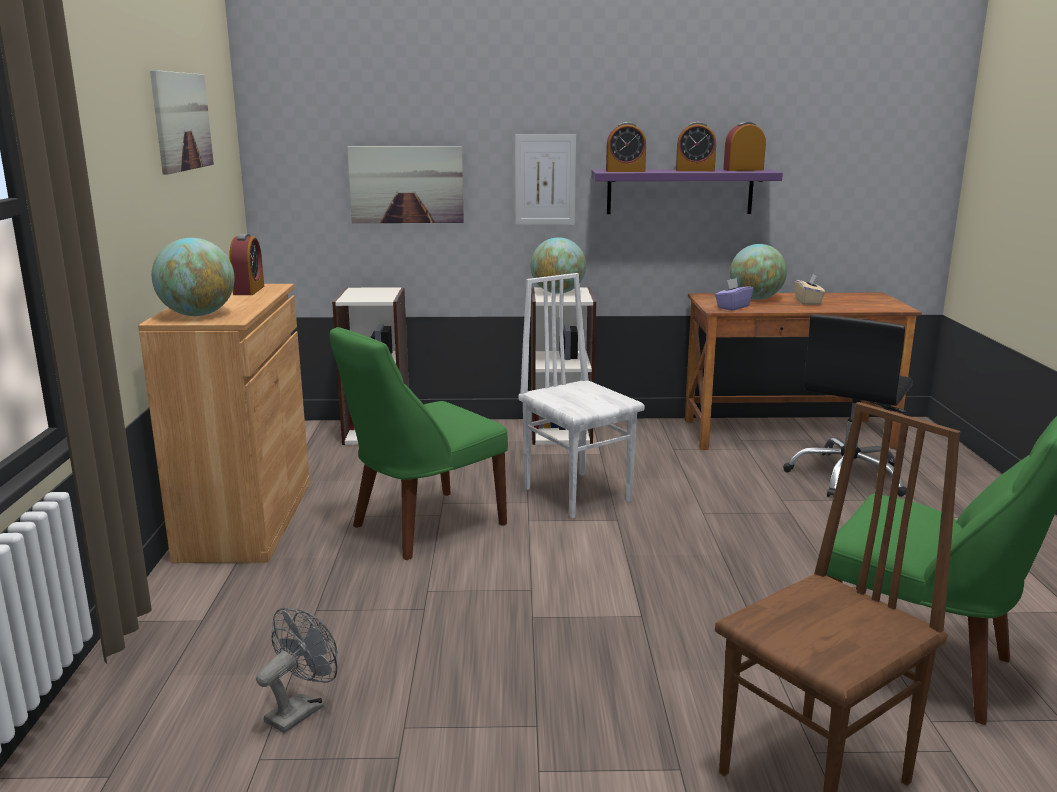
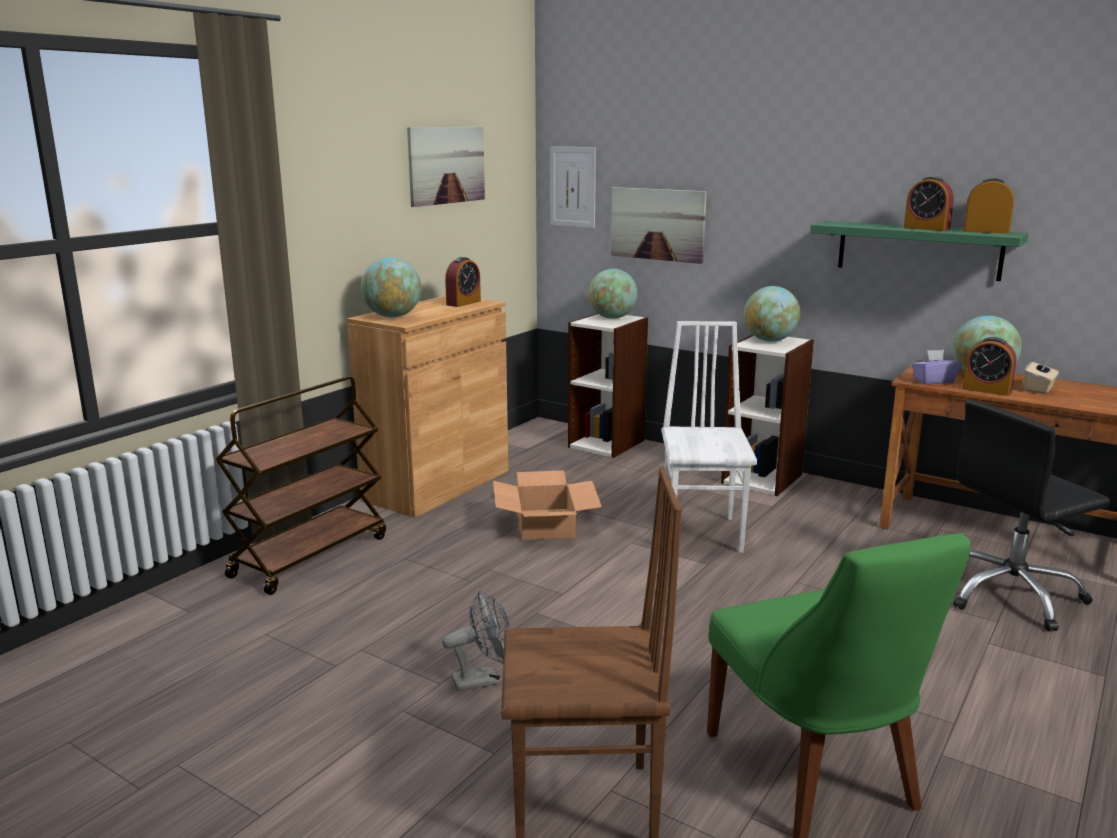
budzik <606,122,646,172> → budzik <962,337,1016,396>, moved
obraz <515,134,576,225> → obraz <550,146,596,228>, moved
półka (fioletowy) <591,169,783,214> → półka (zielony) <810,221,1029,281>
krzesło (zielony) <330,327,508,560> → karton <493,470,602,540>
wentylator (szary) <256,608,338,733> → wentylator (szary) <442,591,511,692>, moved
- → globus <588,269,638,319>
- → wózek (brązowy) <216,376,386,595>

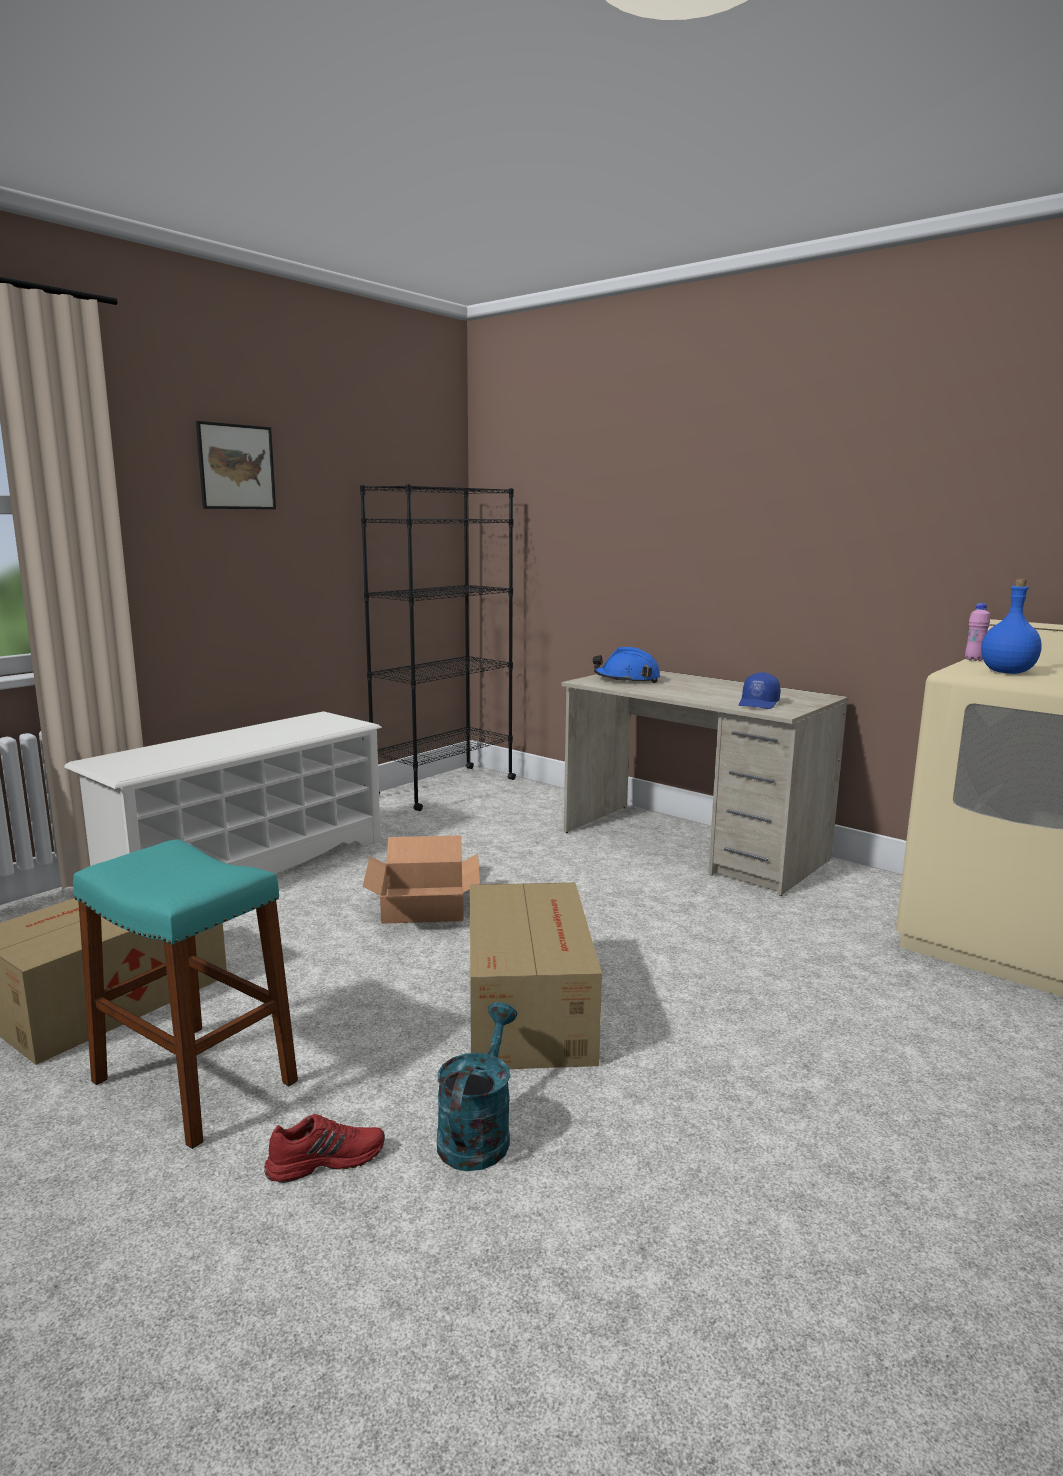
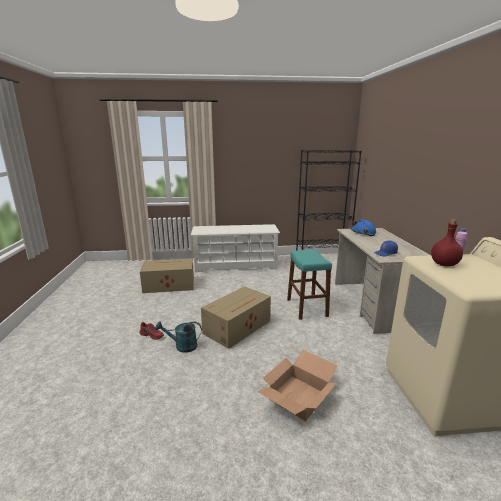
obraz <196,421,276,509> → -
butelka (niebieski) <981,579,1042,674> → butelka (czerwony) <431,219,463,266>
karton <362,835,480,924> → karton <257,350,338,421>, moved
stołek (turkusowy) <73,839,298,1149> → stołek (turkusowy) <287,250,332,320>, moved
konewka (turkusowy) <437,1002,517,1171> → konewka (turkusowy) <155,321,202,353>, 150 degrees counterclockwise

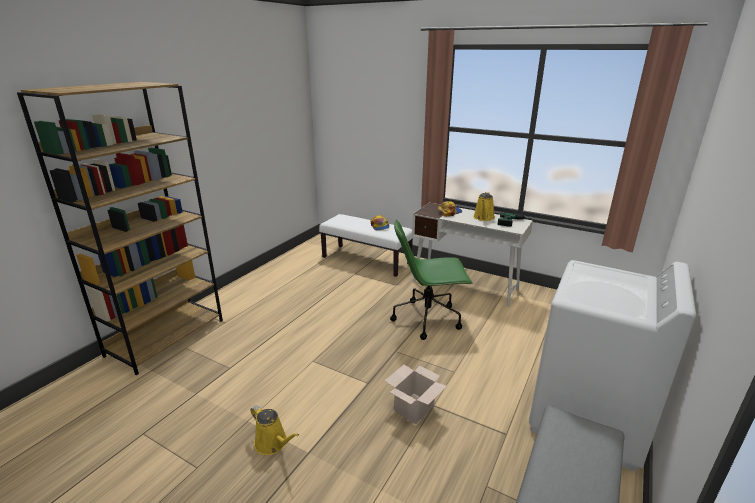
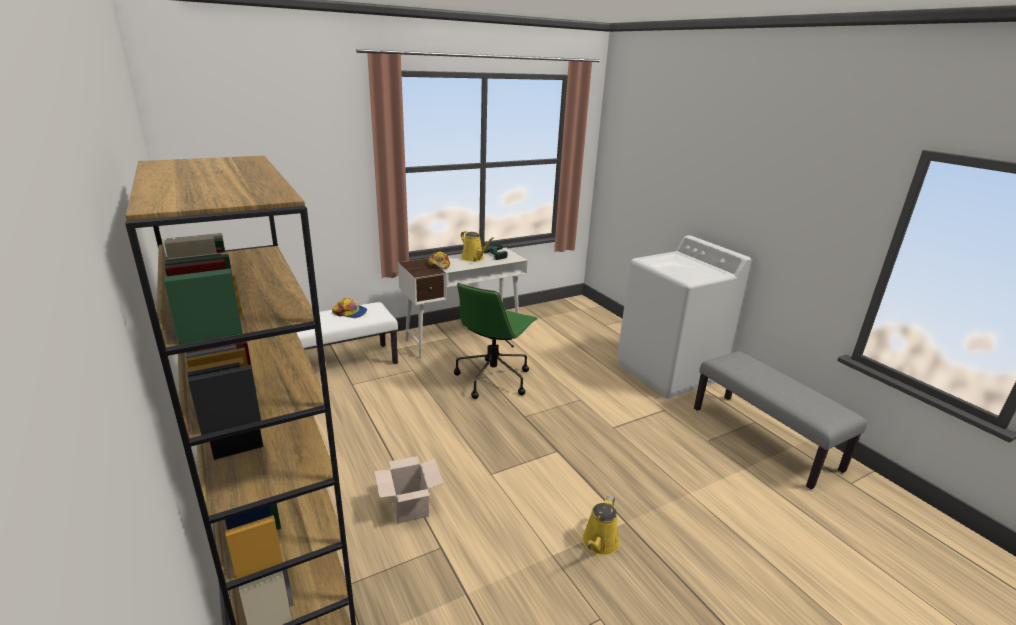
karton <385,365,447,424> → karton <375,456,443,524>, moved
konewka (żółty) <250,405,299,455> → konewka (żółty) <582,495,620,556>, 135 degrees clockwise

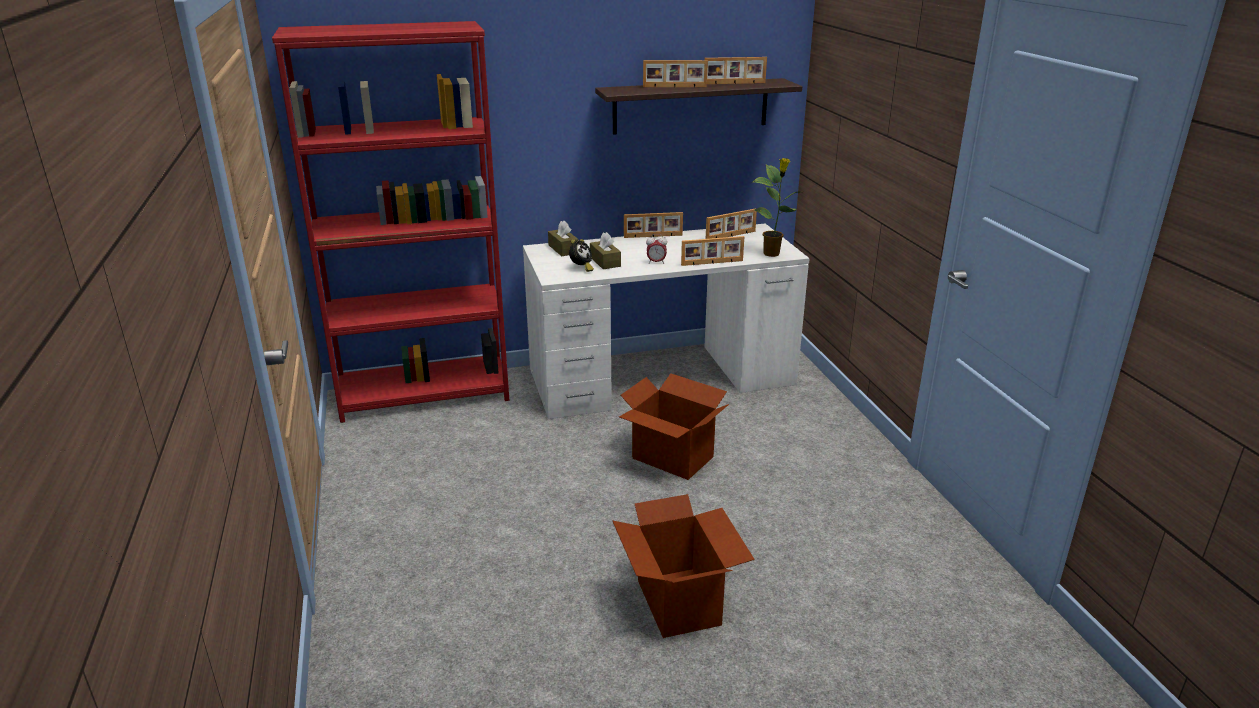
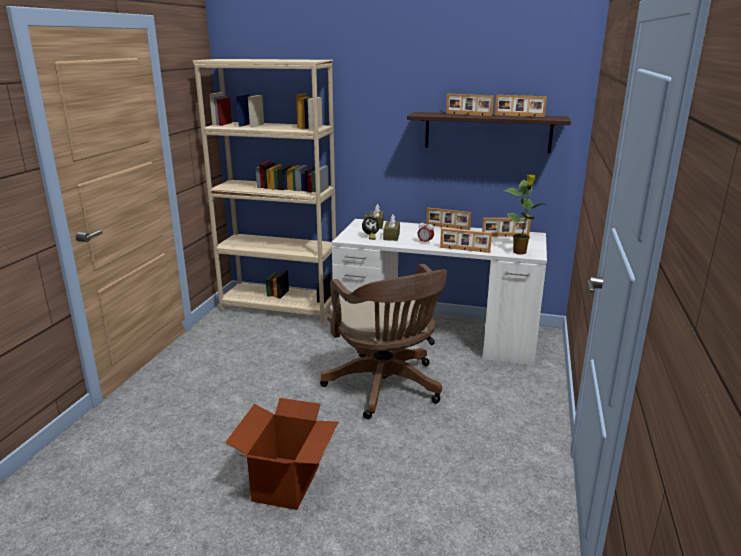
regał (czerwony) <272,21,509,423> → regał (beżowy) <193,59,336,323>
karton <619,373,729,480> → krzesło biurowe (brązowy) <320,264,447,419>

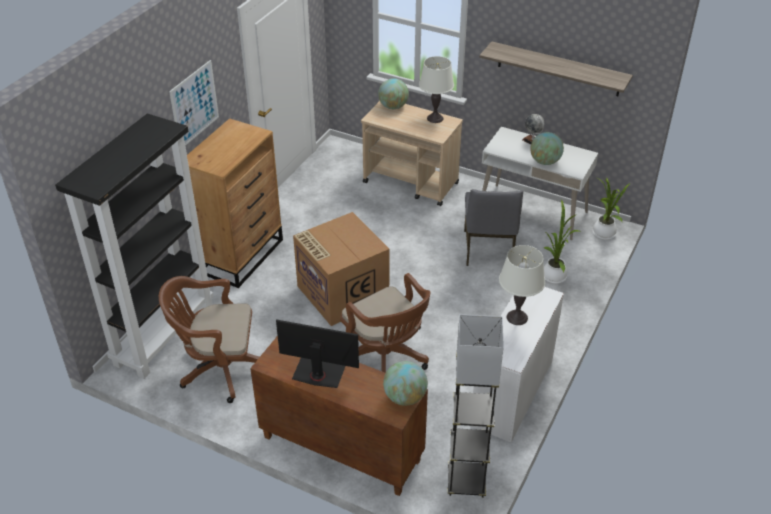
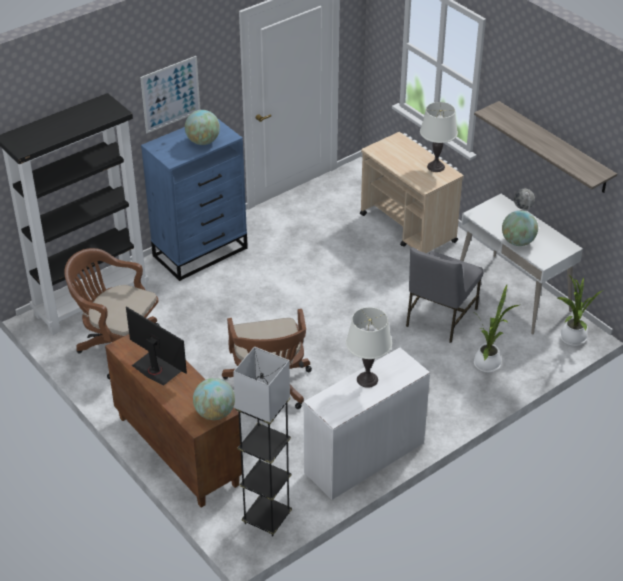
globus <378,78,409,109> → globus <185,110,220,145>, moved
komoda (brązowy) <187,118,283,288> → komoda (niebieski) <141,118,248,281>
karton <293,212,390,326> → -

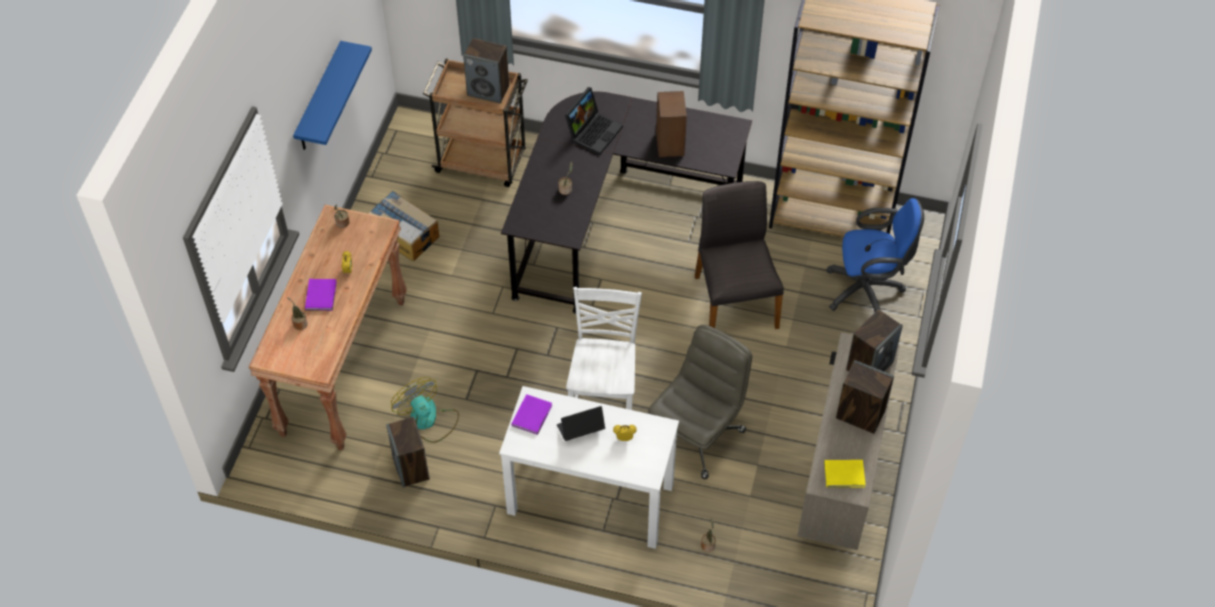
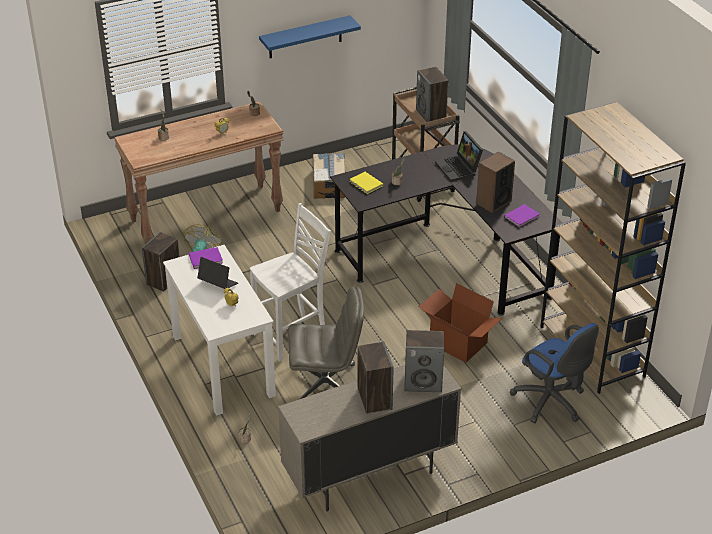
laptop <565,87,623,155> → laptop <435,131,483,182>, 75 degrees clockwise
krzesło (szary) <695,181,784,329> → karton <419,283,502,363>
książka (fioletowy) <305,279,337,311> → książka (fioletowy) <504,204,540,228>, moved
książka (żółty) <824,460,866,488> → książka (żółty) <349,172,383,194>, moved

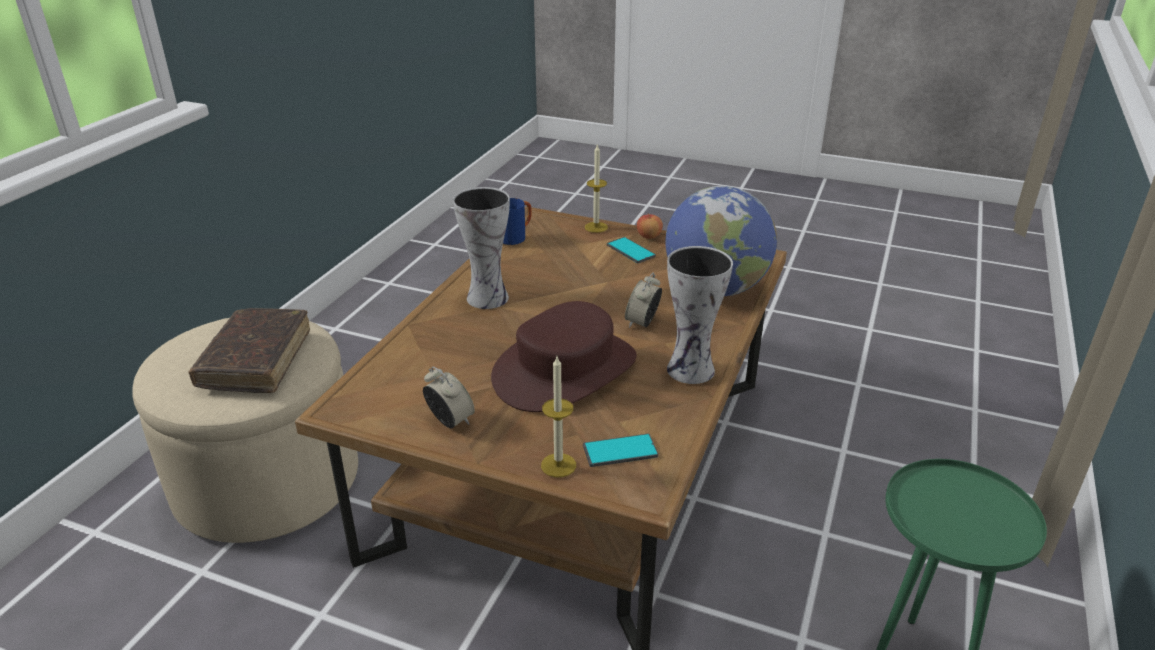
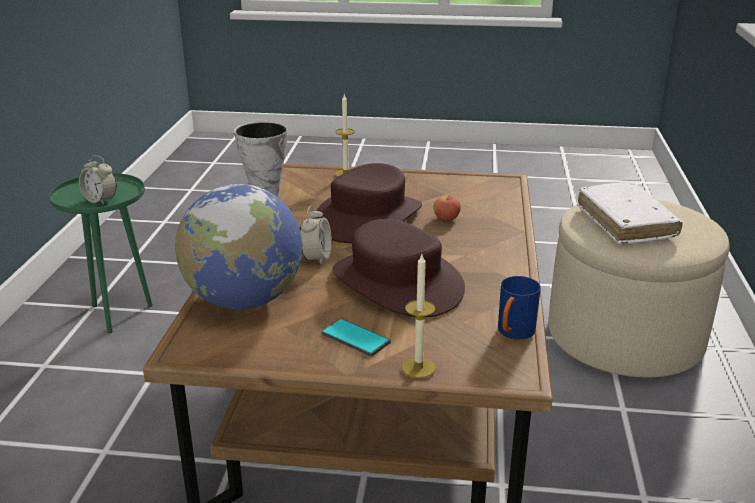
wazon <453,187,510,309> → -
jabłko <637,213,663,239> → jabłko <433,195,461,221>, moved
książka (brązowy) <189,308,310,393> → książka (biały) <577,182,683,244>
budzik <423,366,475,428> → budzik <79,155,117,205>, moved
telefon <583,434,658,467> → -
- → kapelusz (brązowy) <333,219,465,317>

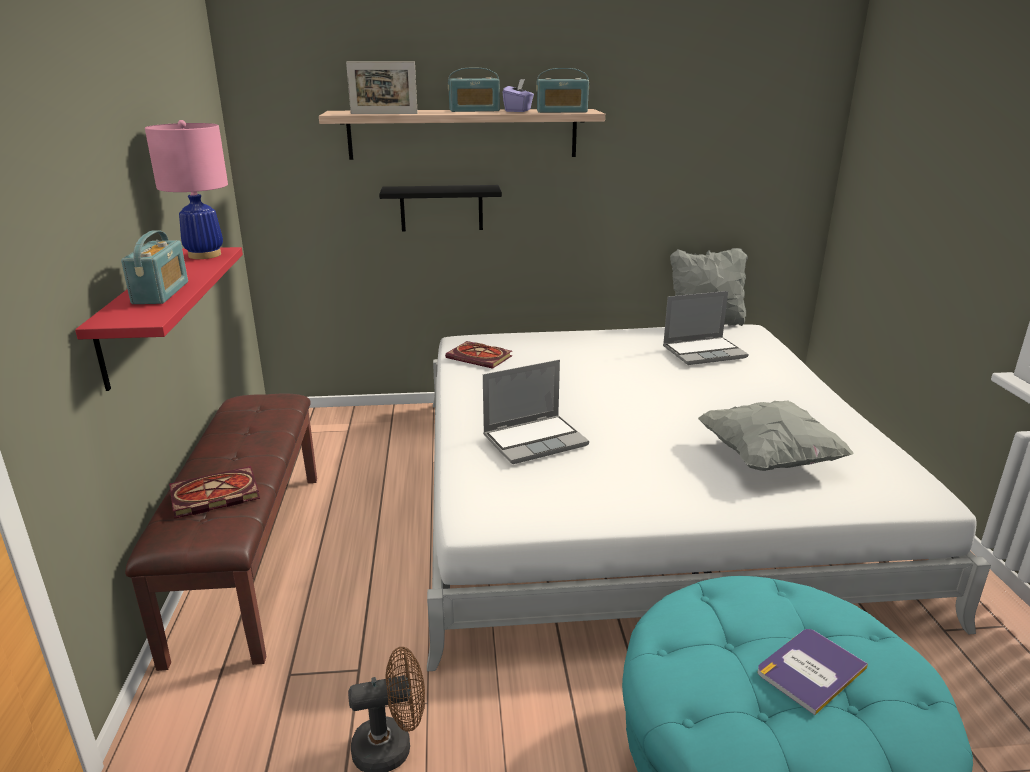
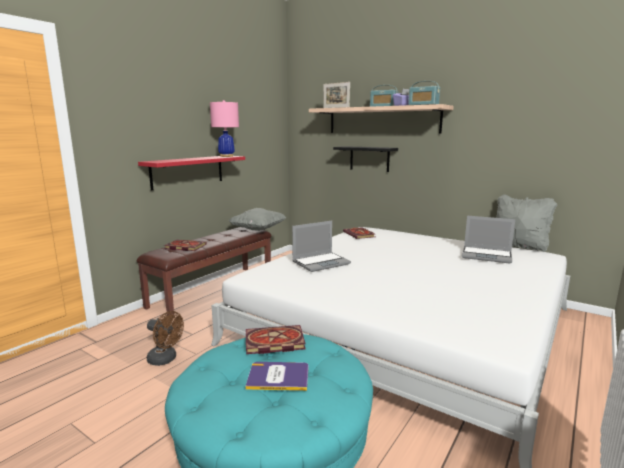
radio <121,230,188,304> → -
laptop <483,360,589,464> → laptop <292,221,351,272>, 45 degrees counterclockwise
poduszka (szary) <698,401,853,471> → poduszka (szary) <229,208,286,231>, moved
- → książka <246,325,306,354>

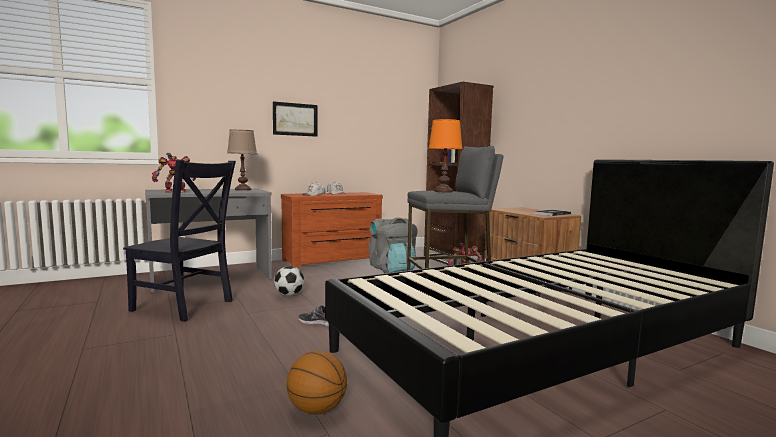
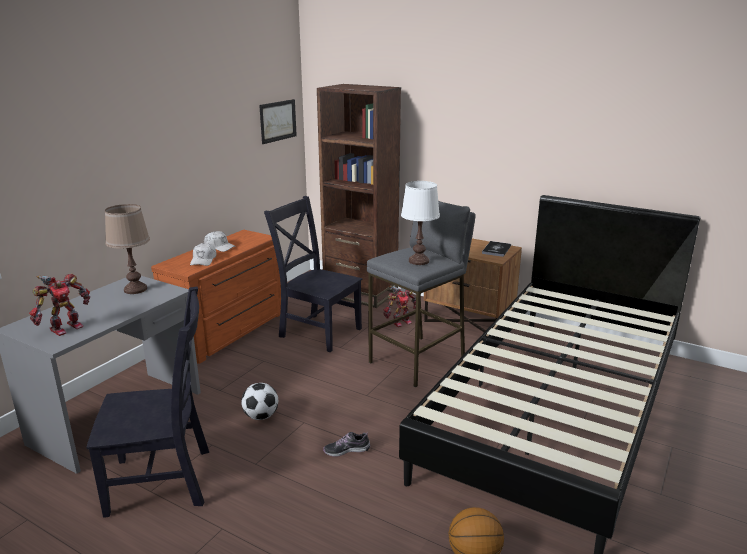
obraz <273,101,317,137> → obraz <259,99,297,144>, moved
lampa stołowa (pomarańczowy) <428,119,463,192> → lampa stołowa (biały) <401,181,440,265>
plecak (szary) <369,217,417,273> → krzesło (czarny) <264,196,362,352>

